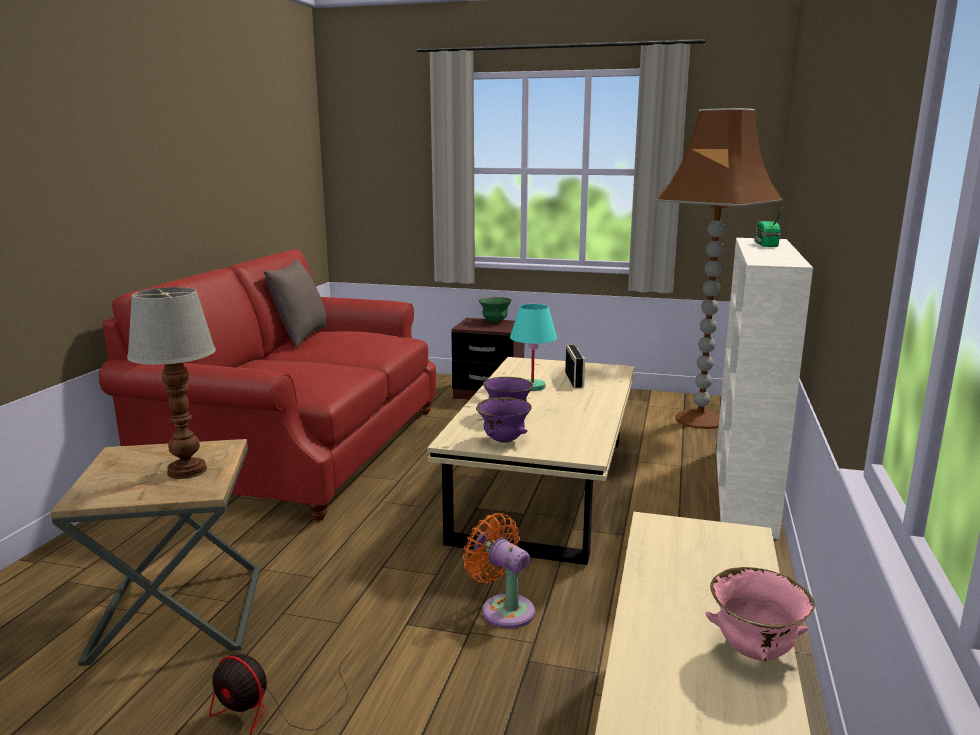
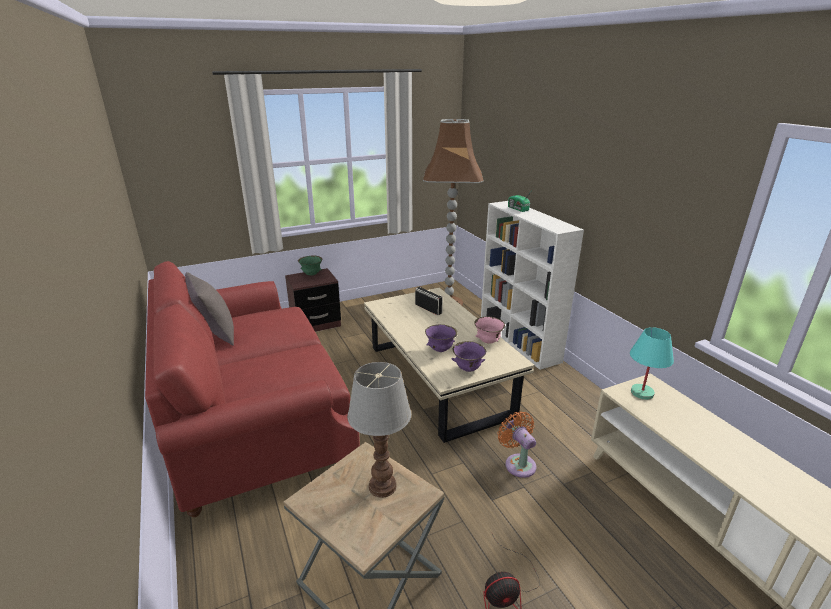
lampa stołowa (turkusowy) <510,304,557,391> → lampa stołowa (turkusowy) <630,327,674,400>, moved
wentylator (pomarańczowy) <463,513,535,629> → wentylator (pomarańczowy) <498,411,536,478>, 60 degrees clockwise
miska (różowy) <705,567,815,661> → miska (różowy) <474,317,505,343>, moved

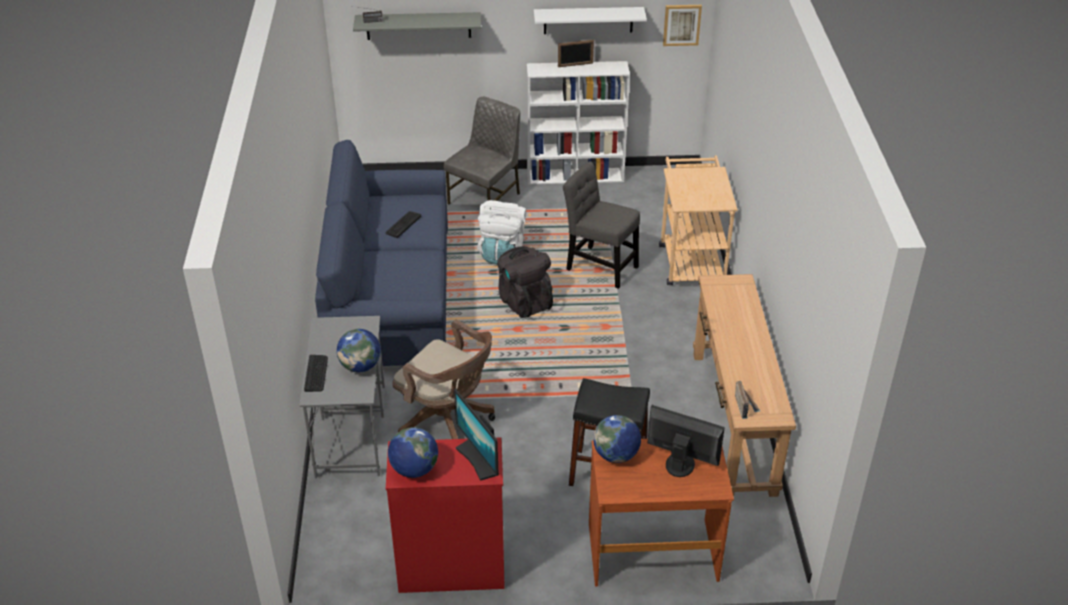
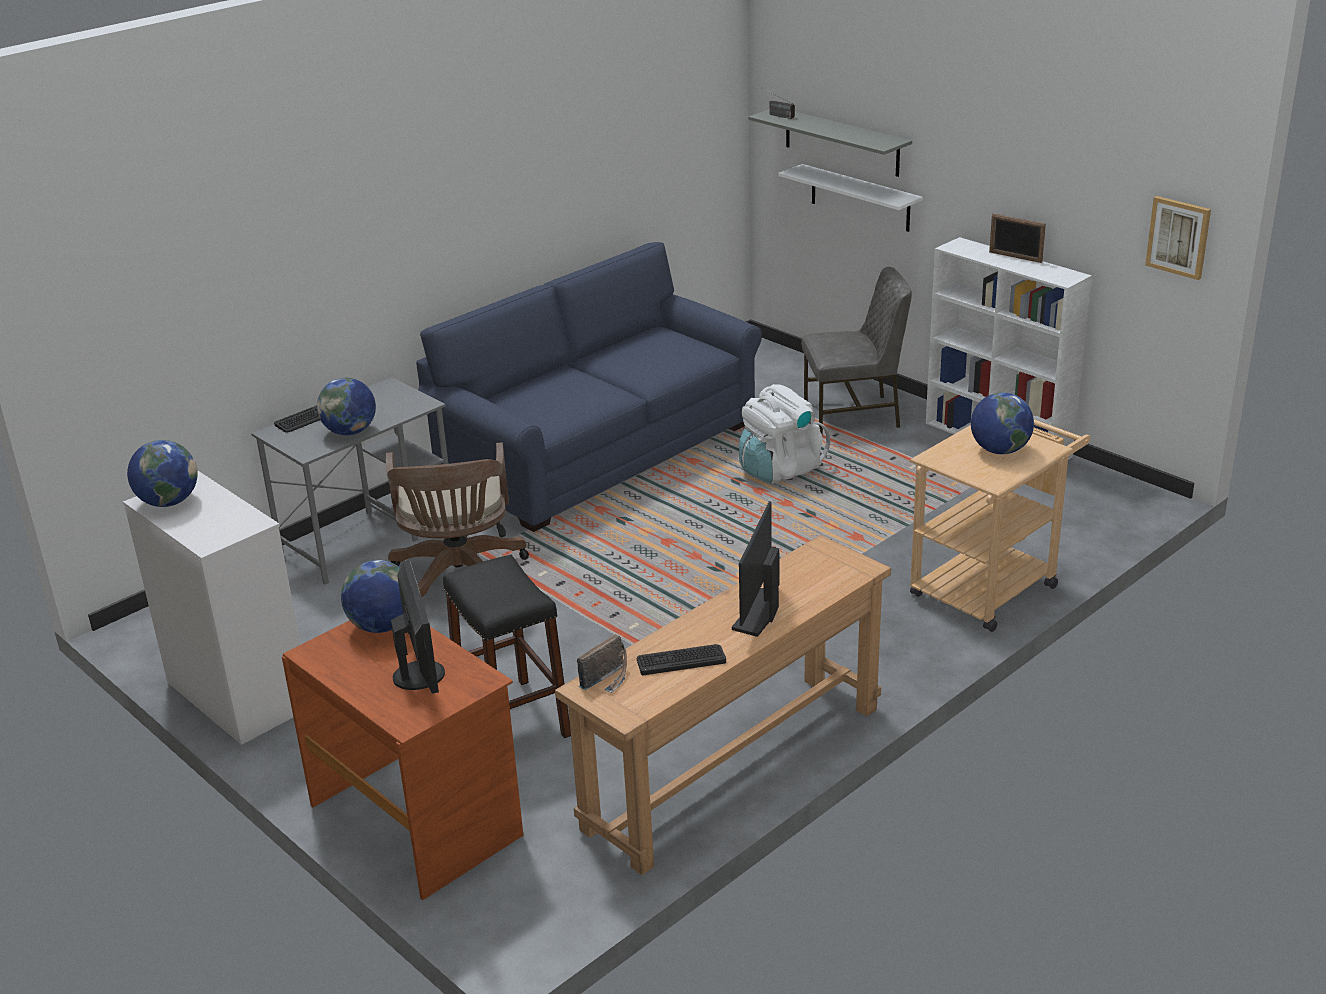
półka (biały) <534,7,647,34> → półka (biały) <779,164,923,232>, moved
krzesło (szary) <563,161,640,289> → -
klawiatura <386,211,421,238> → klawiatura <637,644,726,675>, moved
plecak (czarny) <497,246,553,318> → -
monitor <454,389,499,481> → monitor <732,501,780,637>, moved
komoda (czerwony) <386,438,505,593> → komoda (biały) <123,471,301,745>
- → globus <971,392,1034,454>

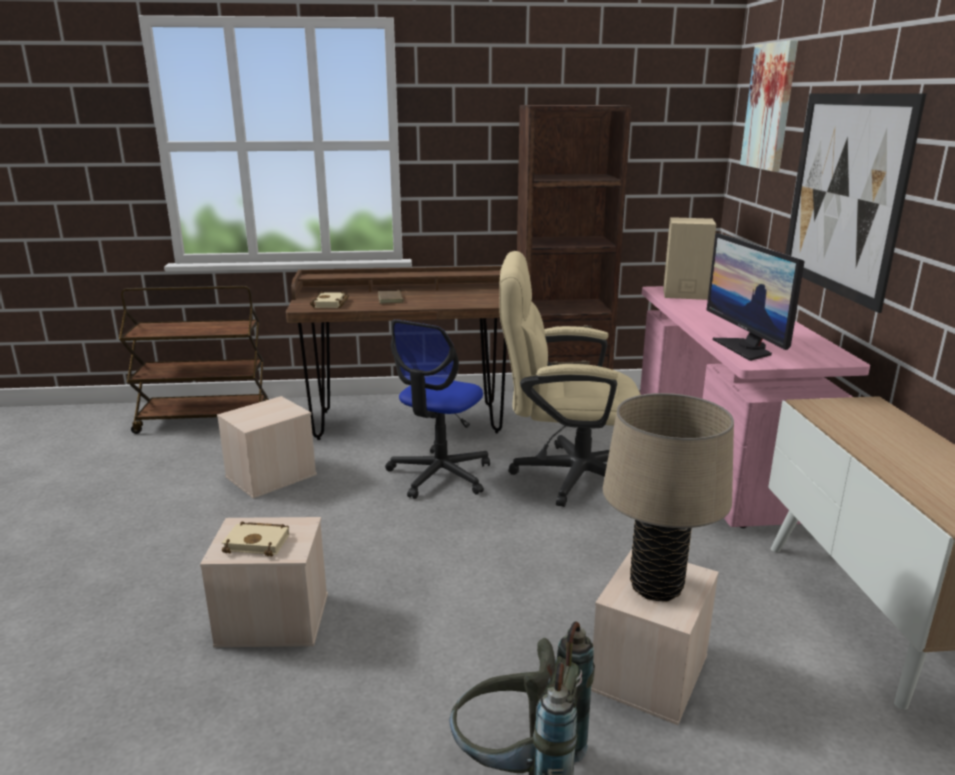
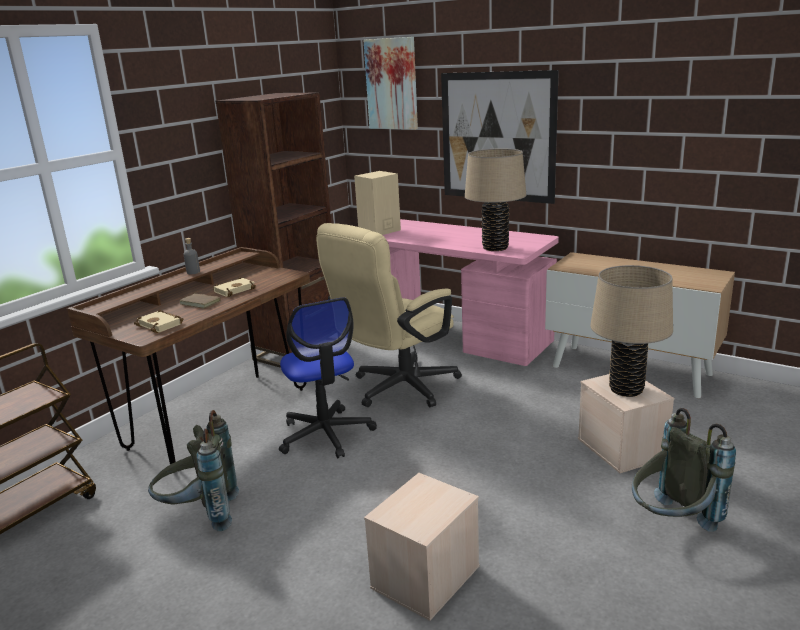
monitor <707,233,805,361> → lampa stołowa (beżowy) <465,149,526,251>
pojemnik do przechowywania (beżowy) <217,396,317,499> → plecak (szary) <148,410,239,531>
książka (beżowy) <222,522,289,556> → książka (beżowy) <213,277,256,297>, moved
- → butelka (szary) <183,238,200,274>

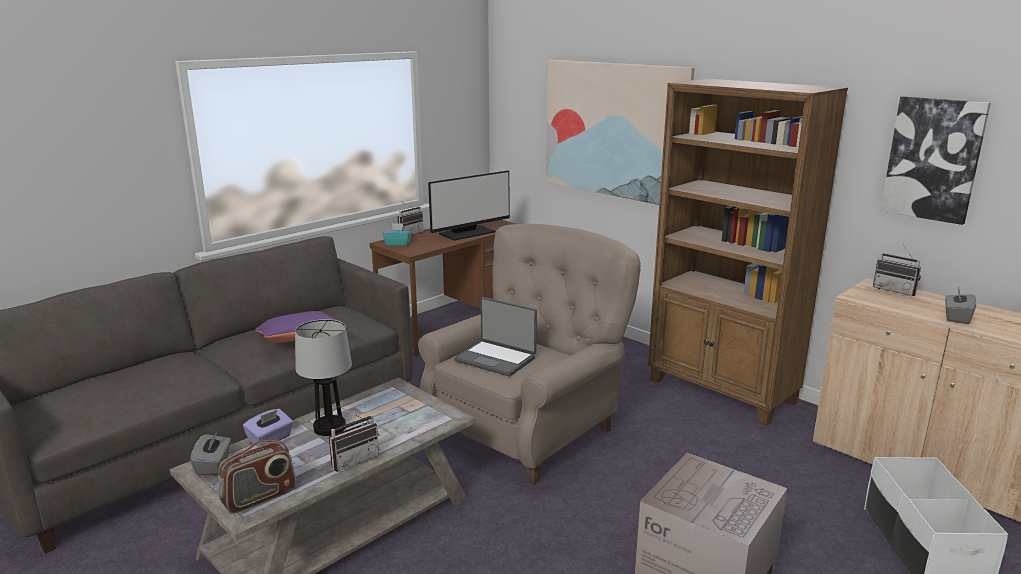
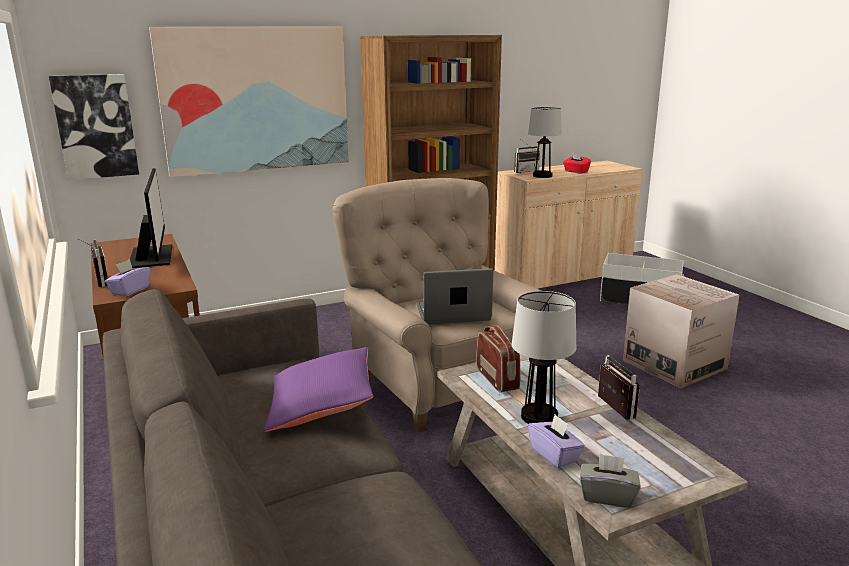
obraz <880,96,991,225> → obraz <49,74,139,180>, moved
pudełko chusteczek (turkusowy) <382,223,412,246> → pudełko chusteczek (fioletowy) <105,259,151,297>
pudełko chusteczek (szary) <945,288,976,324> → pudełko chusteczek (czerwony) <563,153,591,174>
laptop <454,297,537,377> → laptop <417,268,493,324>, 150 degrees counterclockwise
radio <218,440,296,514> → radio <476,325,520,392>, moved
- → lampa stołowa <528,107,562,178>

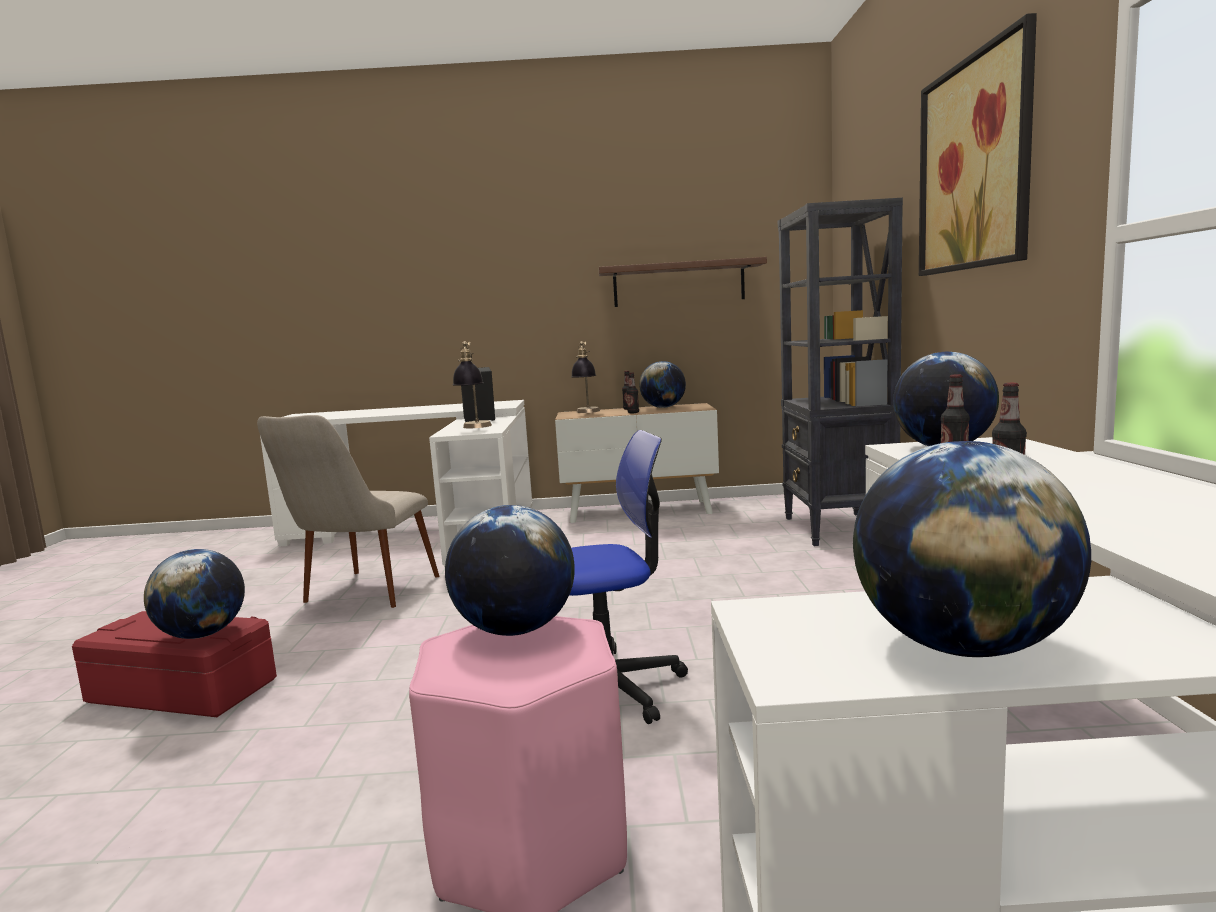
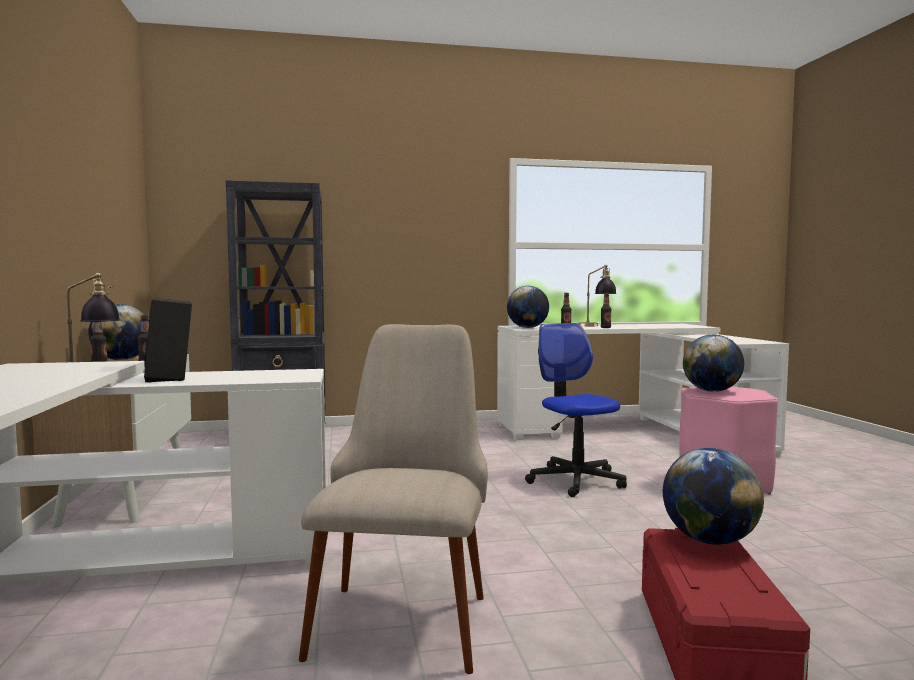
obraz <919,13,1037,276> → -
półka (brązowy) <599,257,767,307> → -
lampa stołowa <453,341,492,428> → lampa stołowa <578,264,617,327>, moved
krzesło (beżowy) <257,415,439,608> → krzesło (beżowy) <299,324,488,674>, 90 degrees counterclockwise
globus <853,441,1091,657> → -

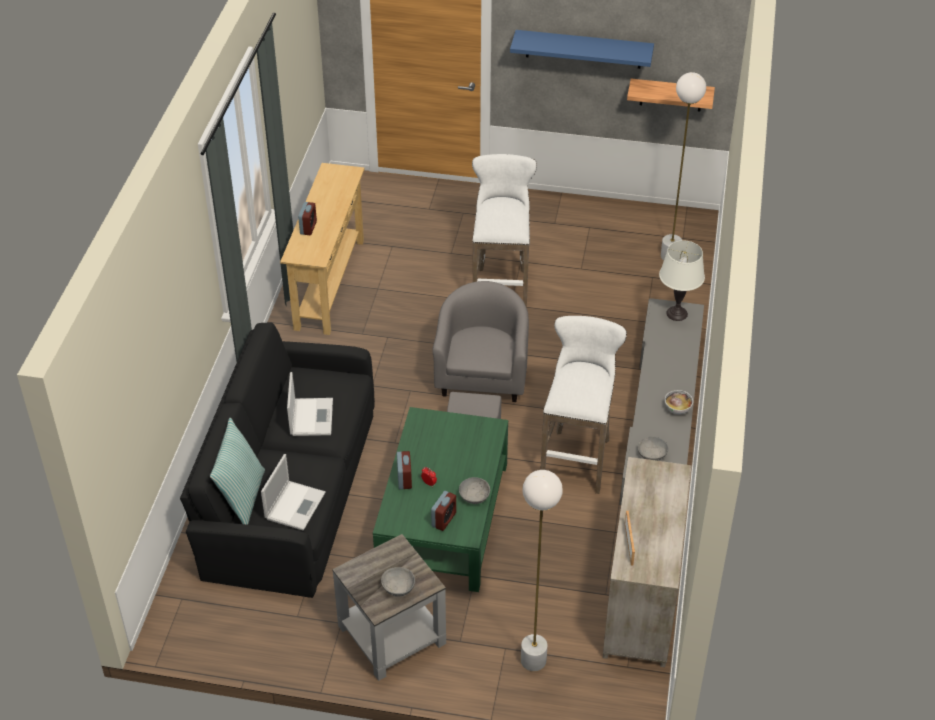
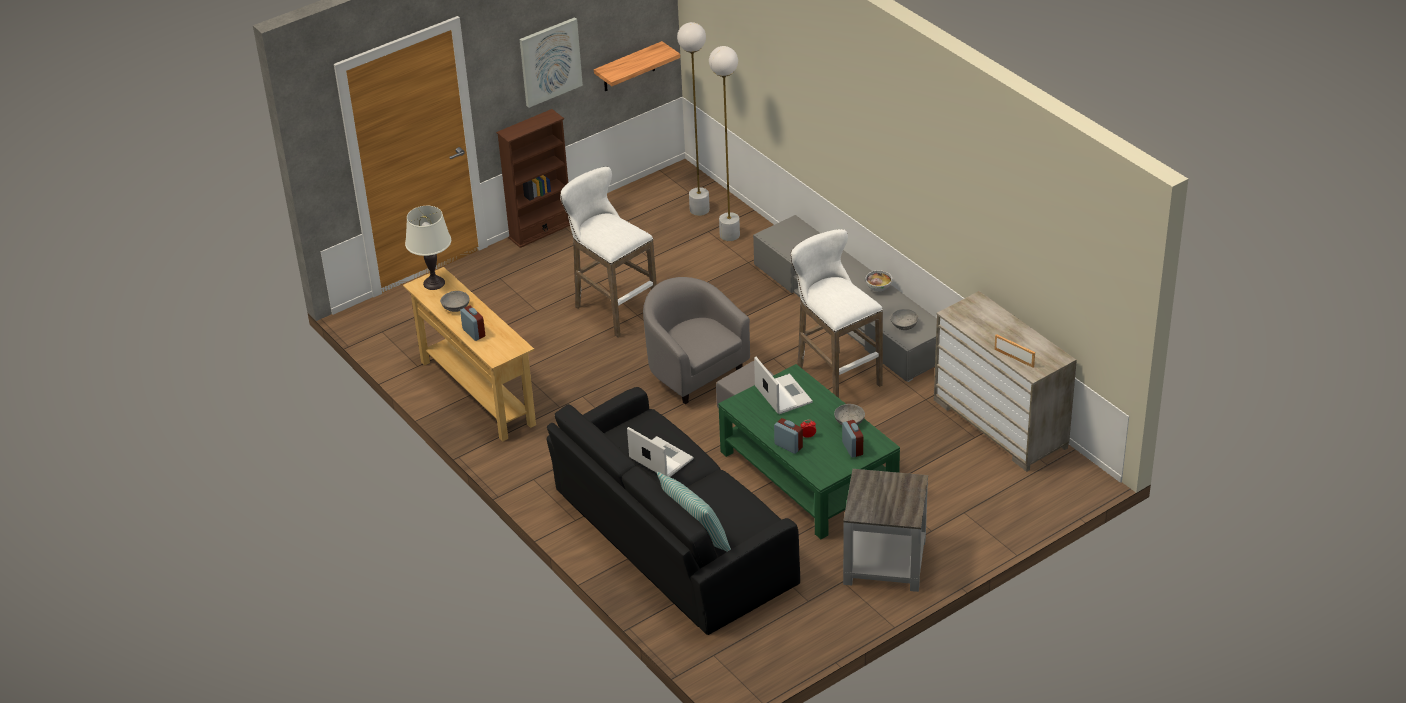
półka (niebieski) <510,30,654,69> → obraz <520,17,583,108>
lampa stołowa (biały) <659,241,705,321> → lampa stołowa (biały) <405,206,451,290>, moved
laptop <261,454,326,530> → laptop <754,357,813,414>, moved
lampa stojąca (biały) <521,470,563,671> → lampa stojąca (biały) <709,46,740,241>, moved
miska (szary) <381,567,415,597> → miska (szary) <440,291,469,312>, moved
- → regał (brązowy) <496,109,570,248>

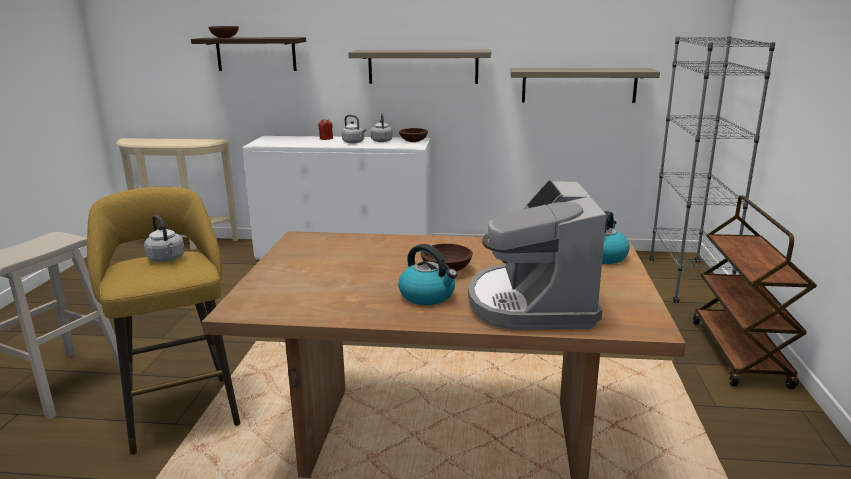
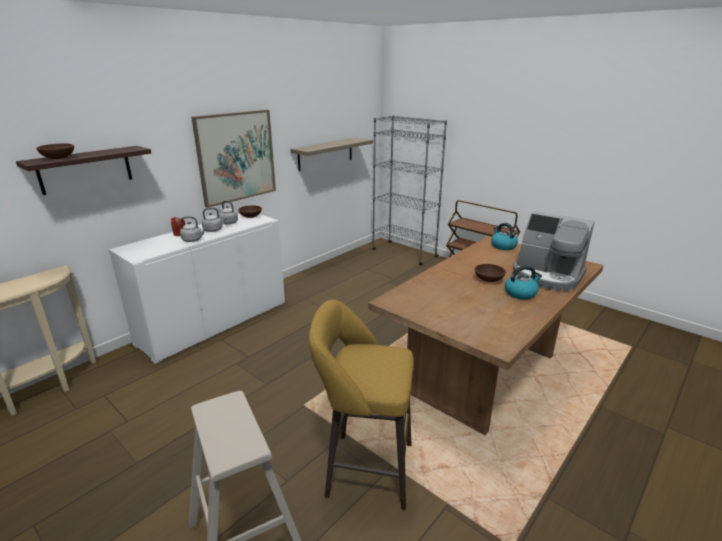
półka <348,50,491,84> → obraz <191,110,276,208>
czajnik (szary) <144,215,185,262> → czajnik (szary) <180,216,206,242>, moved

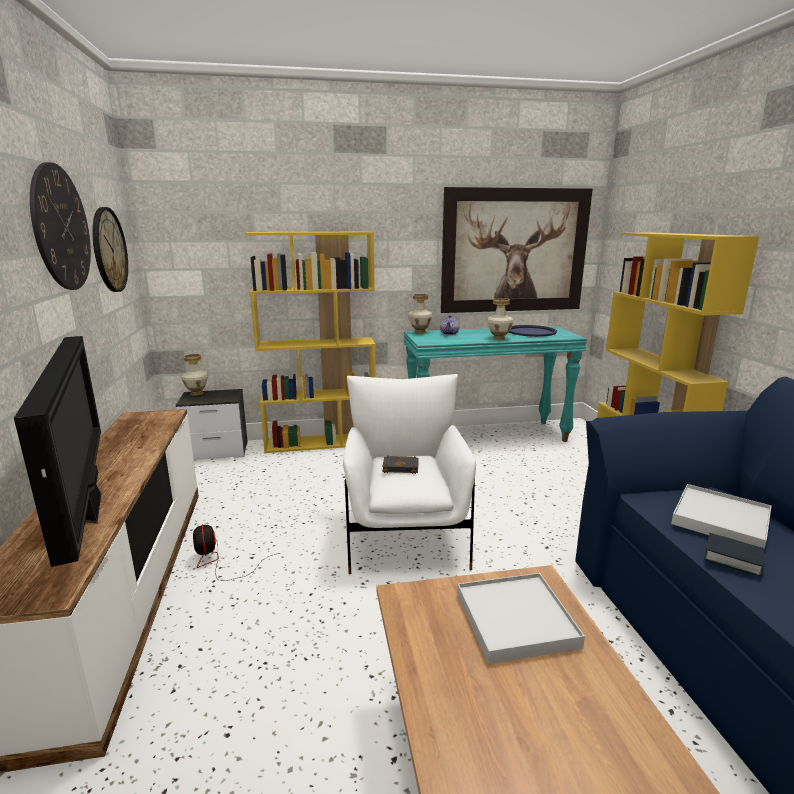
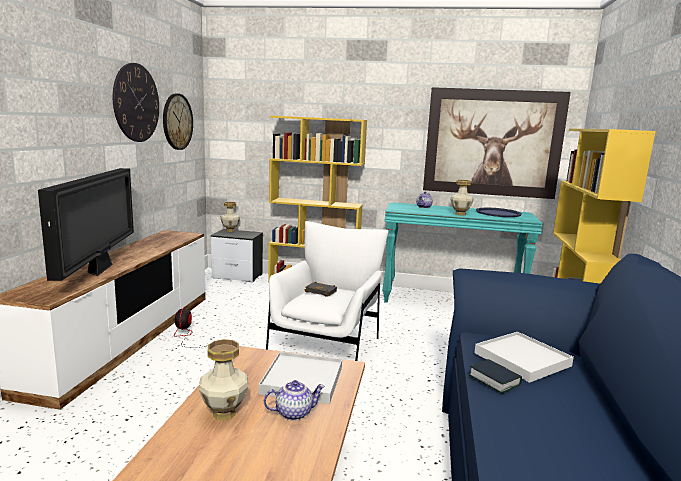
wazon <408,294,432,334> → wazon <199,339,248,420>, moved
- → imbryk <264,380,325,421>

